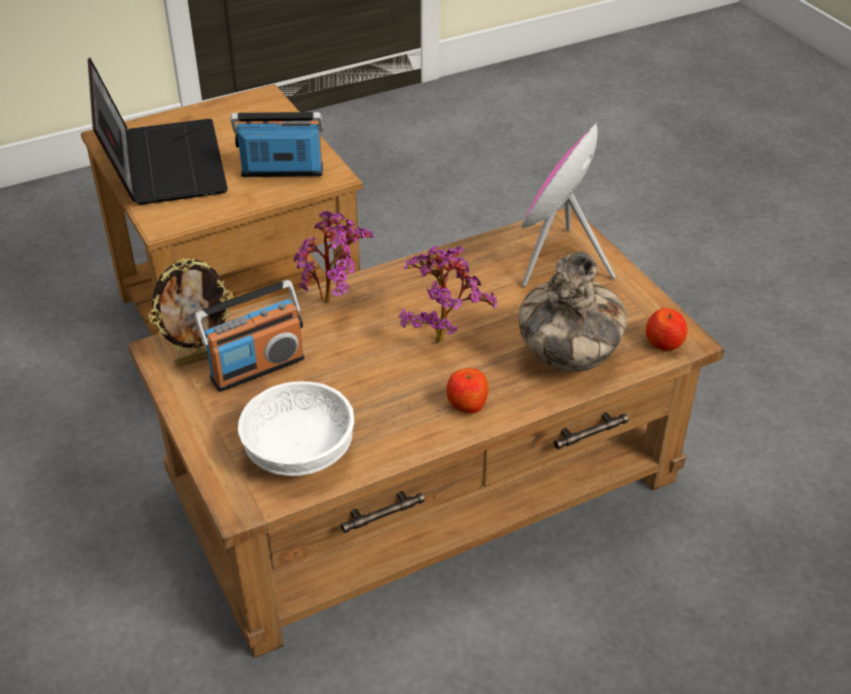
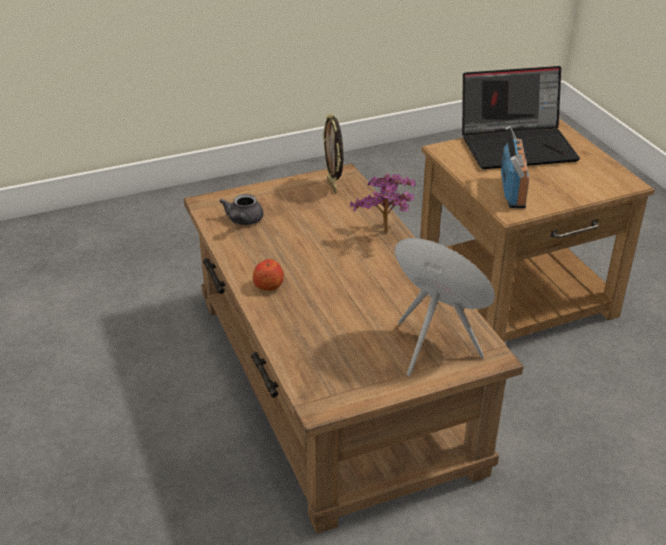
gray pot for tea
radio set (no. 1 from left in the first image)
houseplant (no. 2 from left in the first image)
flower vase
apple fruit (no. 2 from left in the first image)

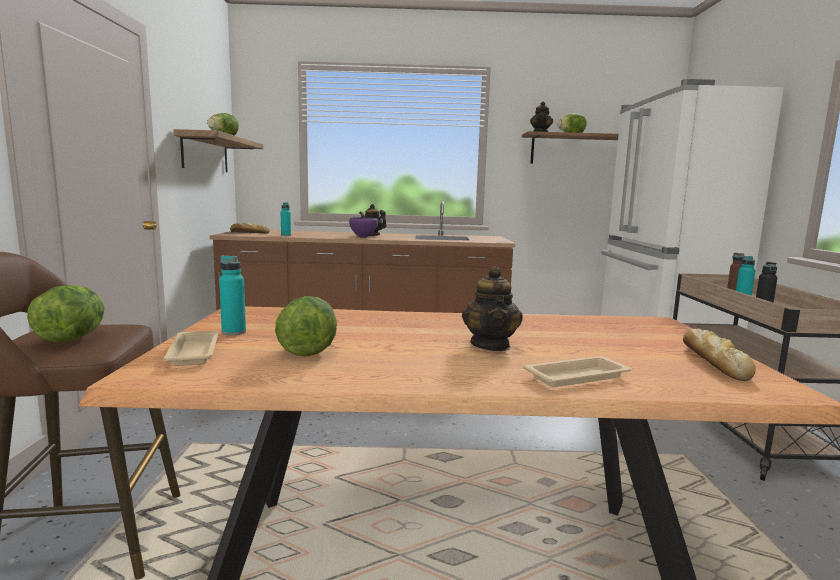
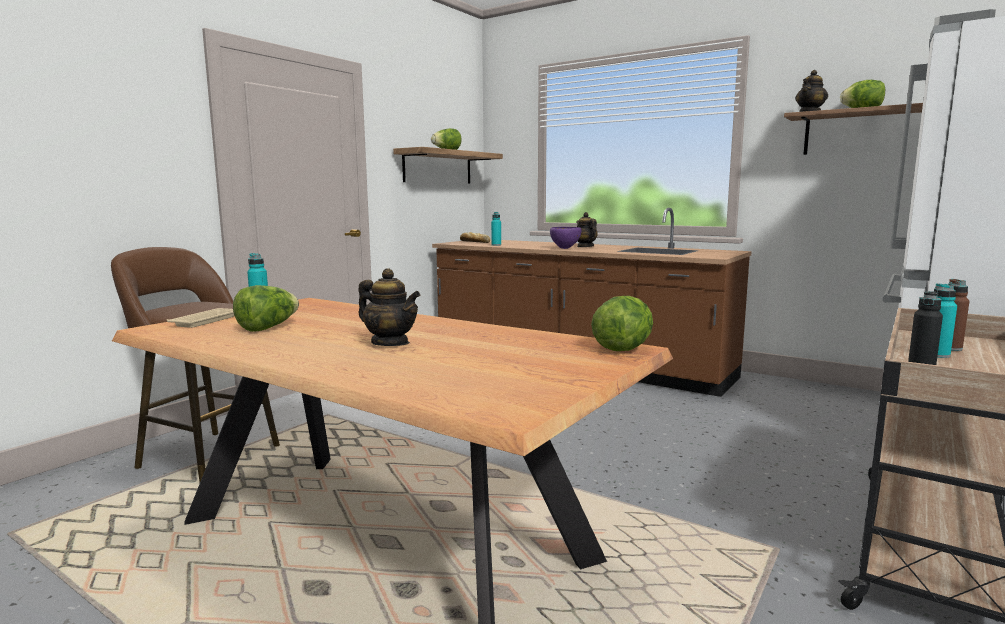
pot for tea (no. 1 from left)
lettuce (no. 3 from left)
beige-coloured serving tray (no. 2 from left in the first image)
bakery bread (no. 2 from left in the first image)

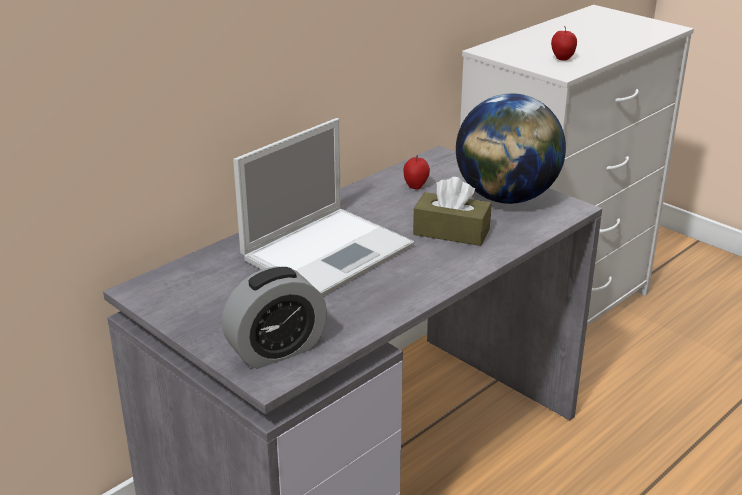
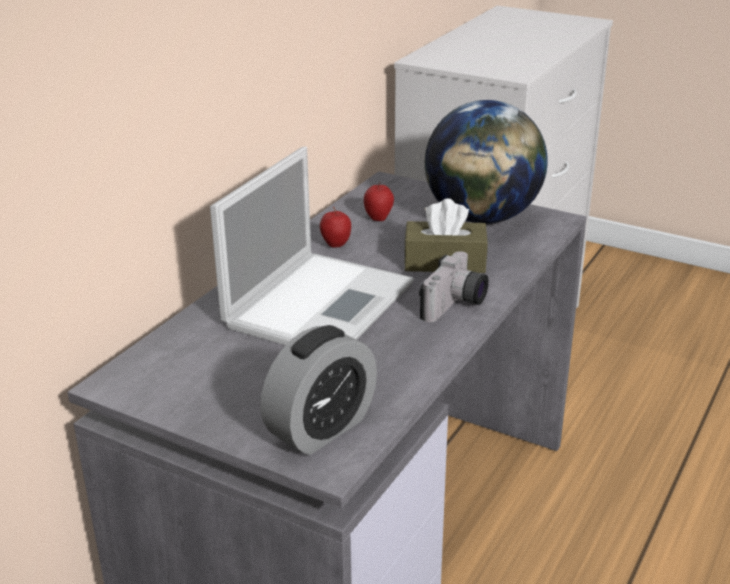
apple fruit (no. 1 from left)
still camera

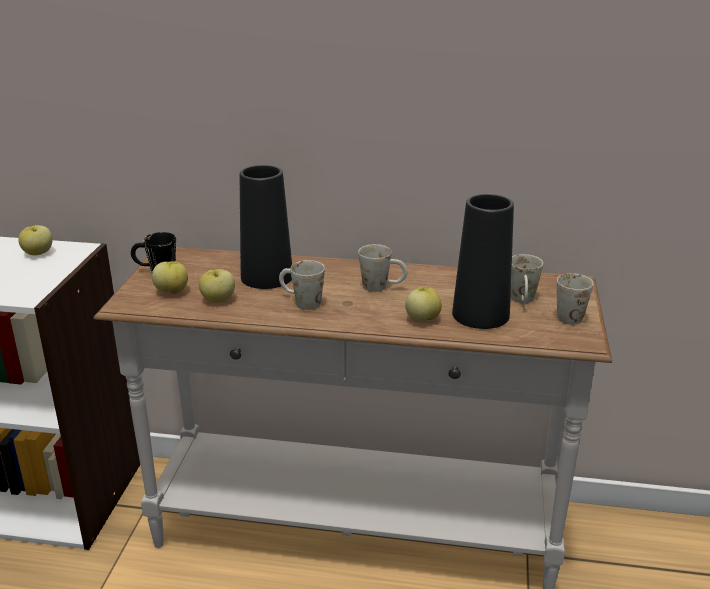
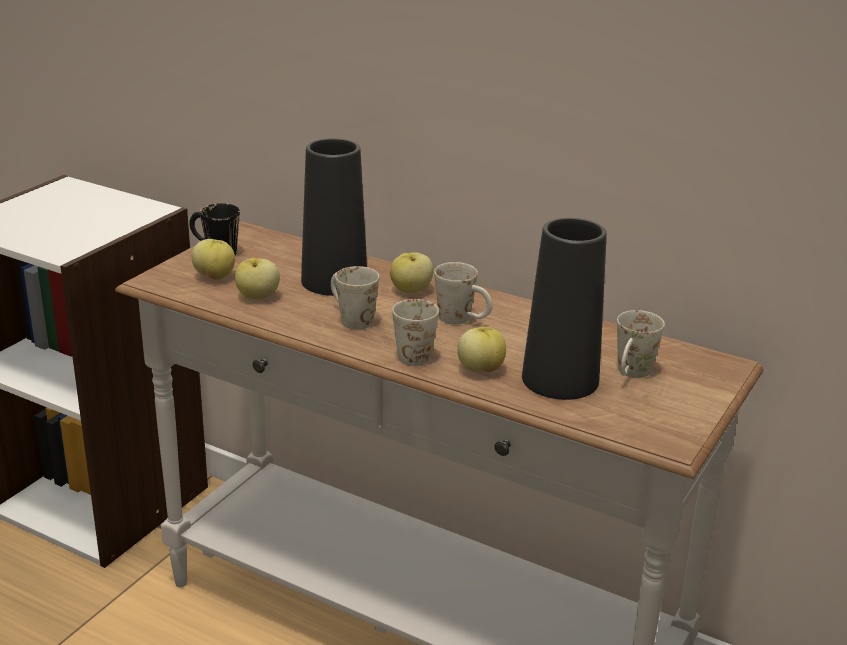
apple fruit (no. 3 from left)
white-coloured mug (no. 2 from left)

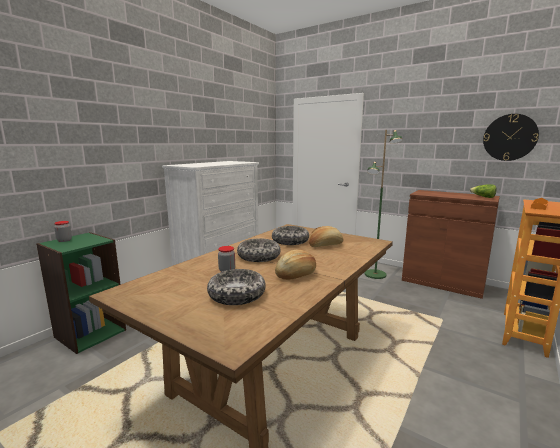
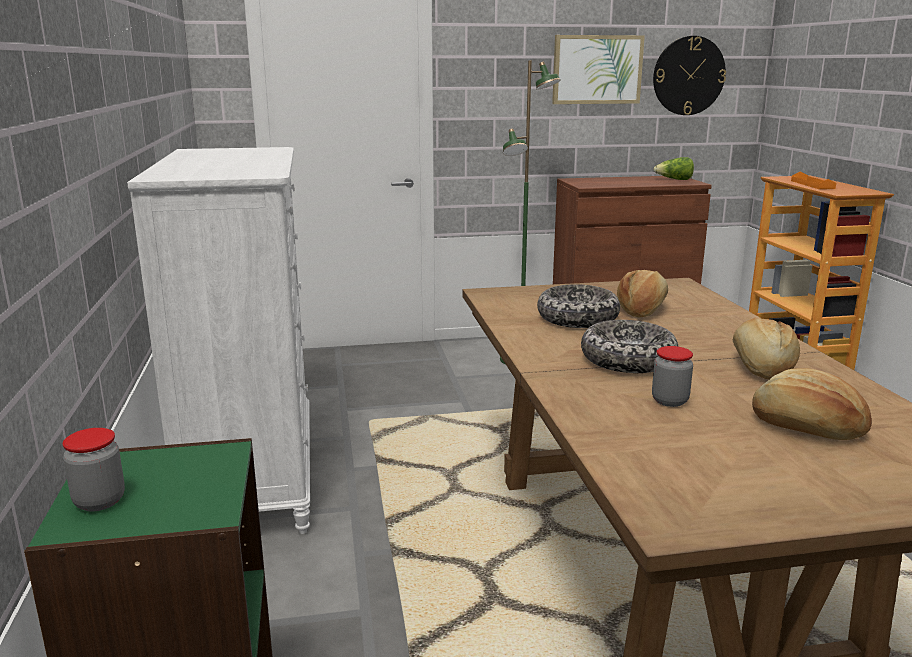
picture
bakery bread (no. 3 from left)

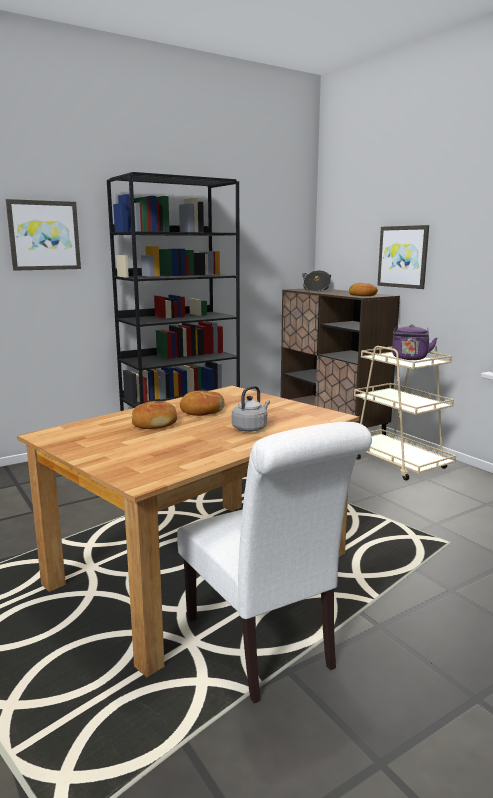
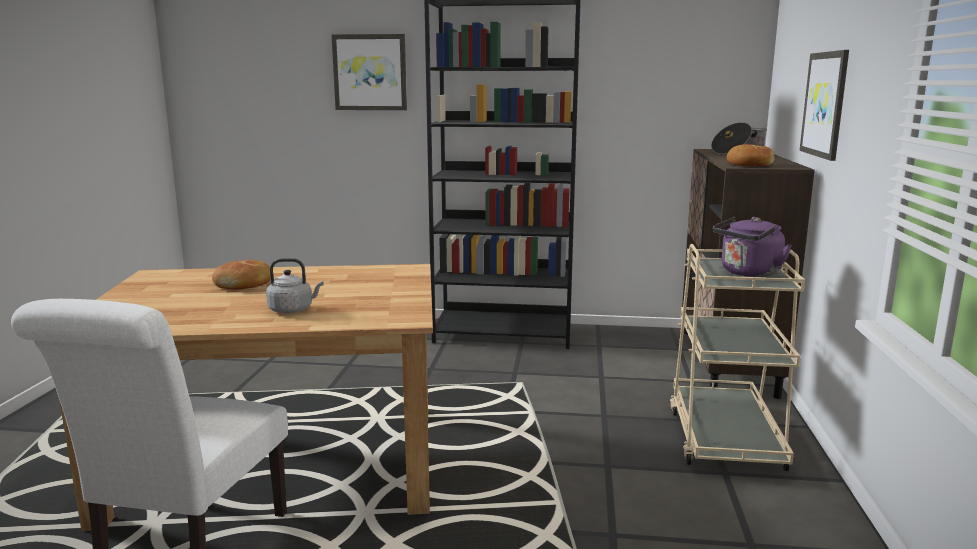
bakery bread (no. 2 from left in the first image)

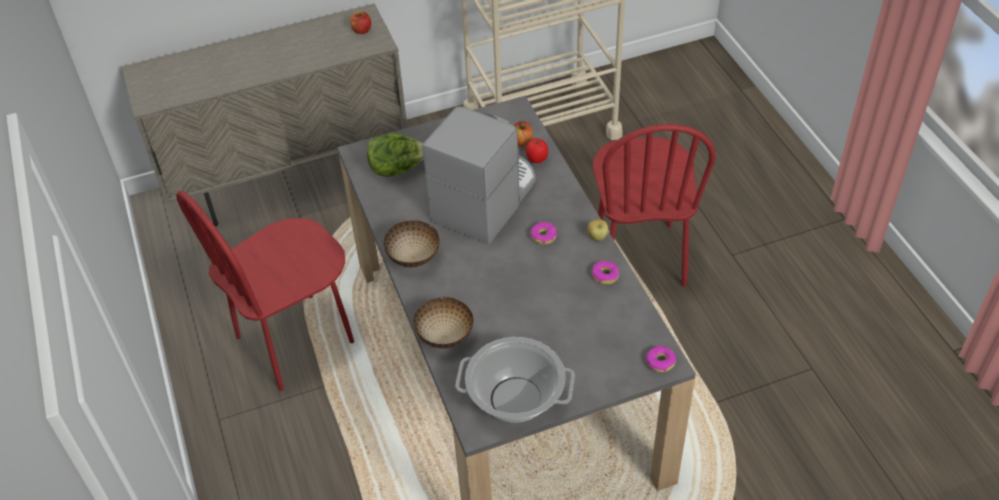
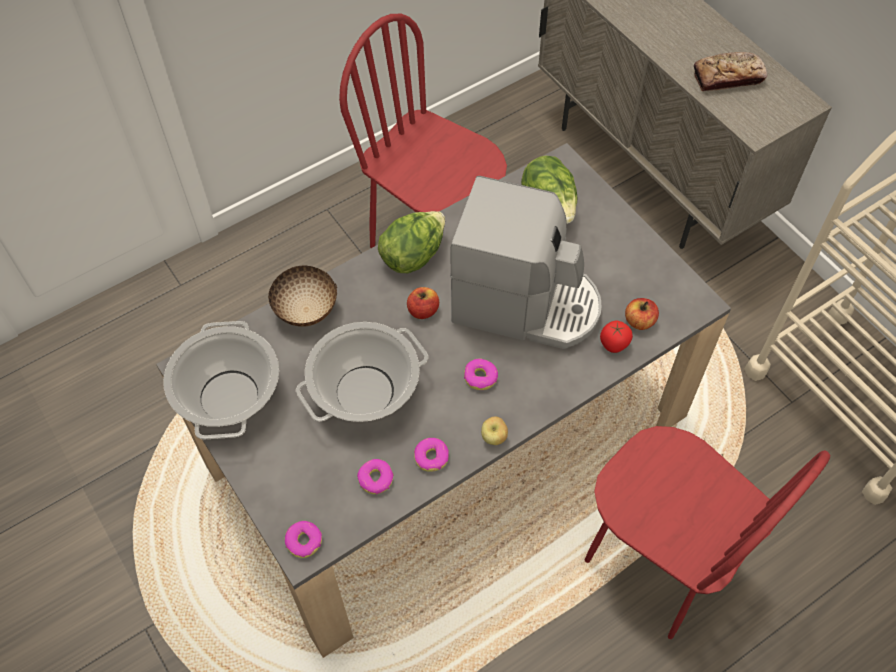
saucepot (no. 2 from left)
doughnut (no. 2 from left)
lettuce (no. 1 from left)
apple fruit (no. 1 from left)
red plain chair (no. 2 from left)
bakery bread

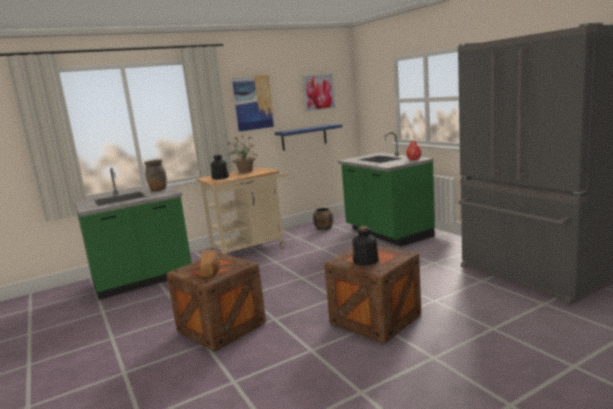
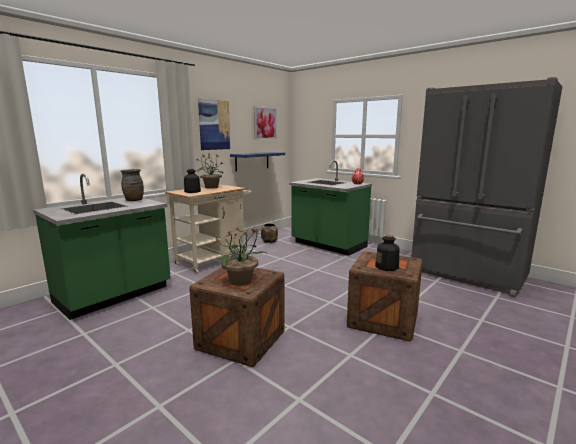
houseplant (no. 2 from left)

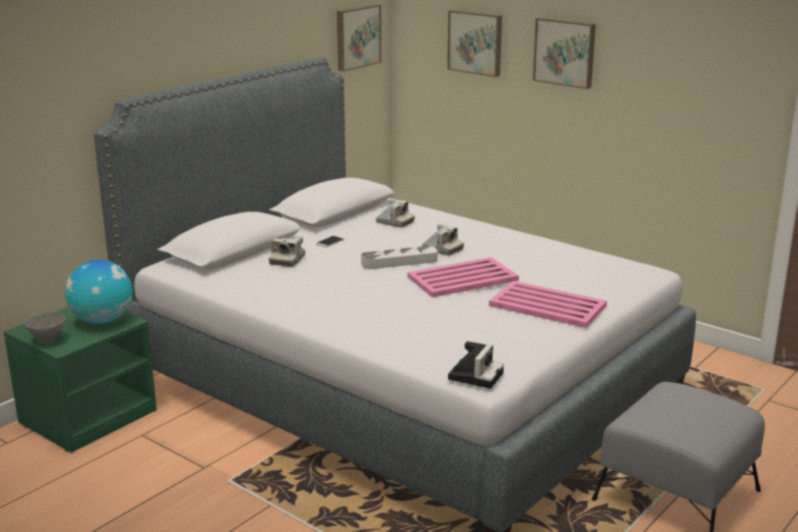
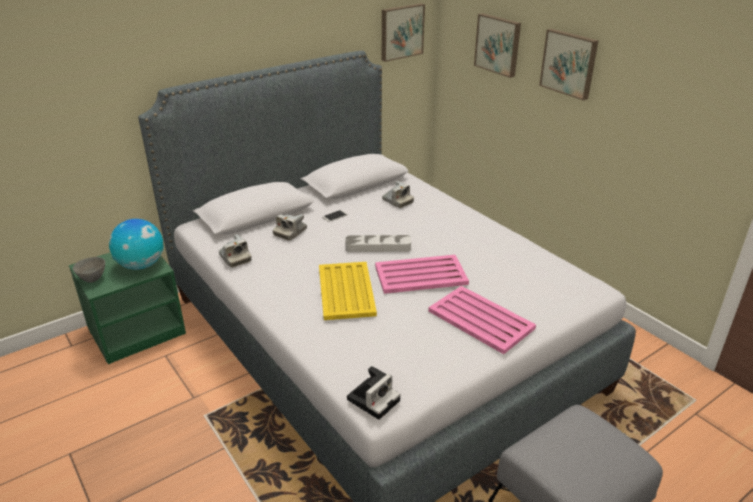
still camera (no. 1 from left)
yellow-coloured serving tray

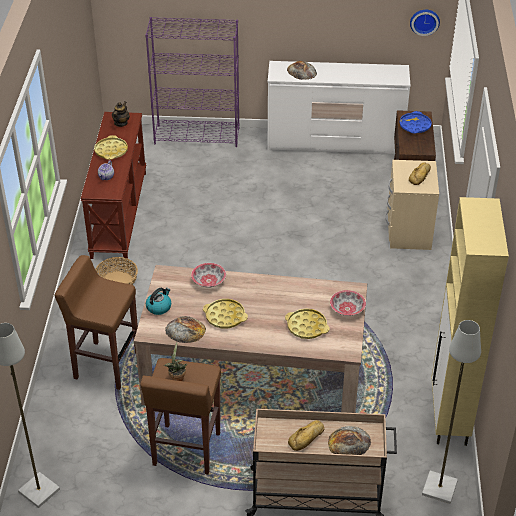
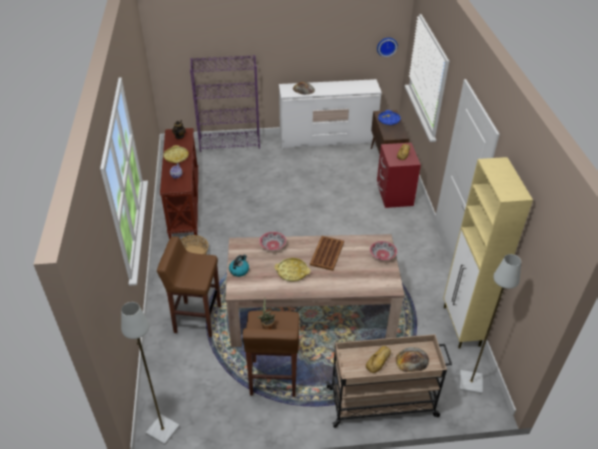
brown-coloured serving tray
red nightstand
bakery bread (no. 1 from left in the first image)
yellow-coloured serving tray (no. 3 from left in the first image)

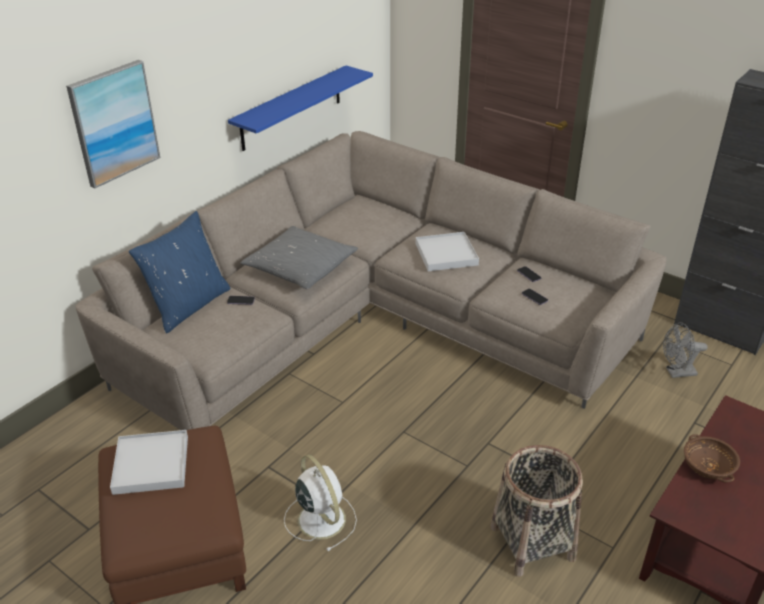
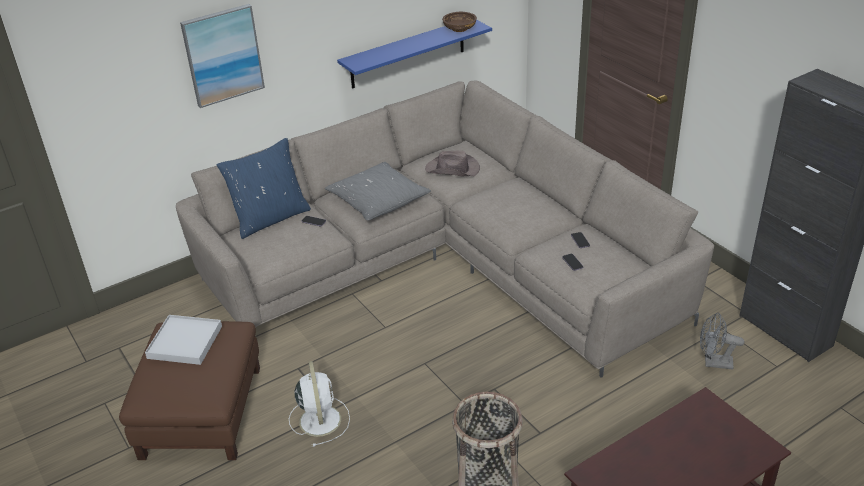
brown-coloured wearable hat
brown-coloured bowl
white-coloured serving tray (no. 2 from left in the first image)

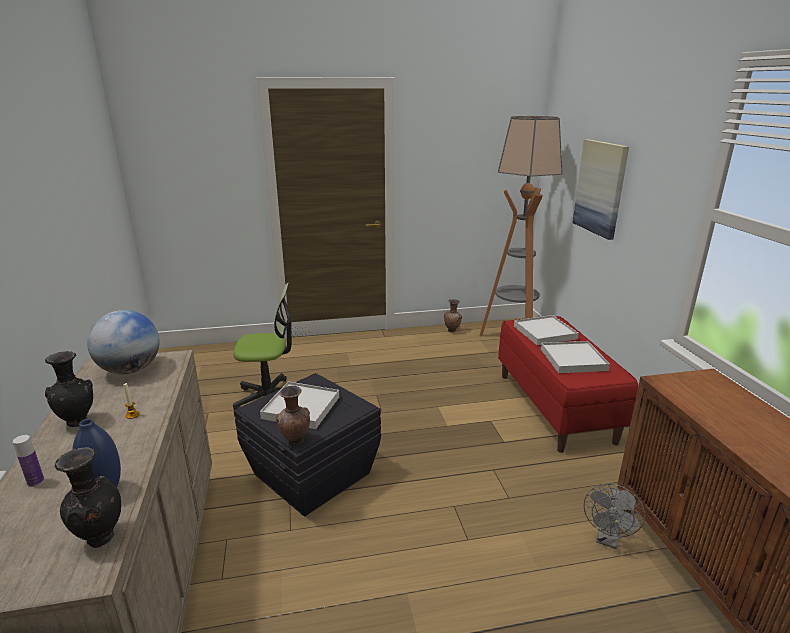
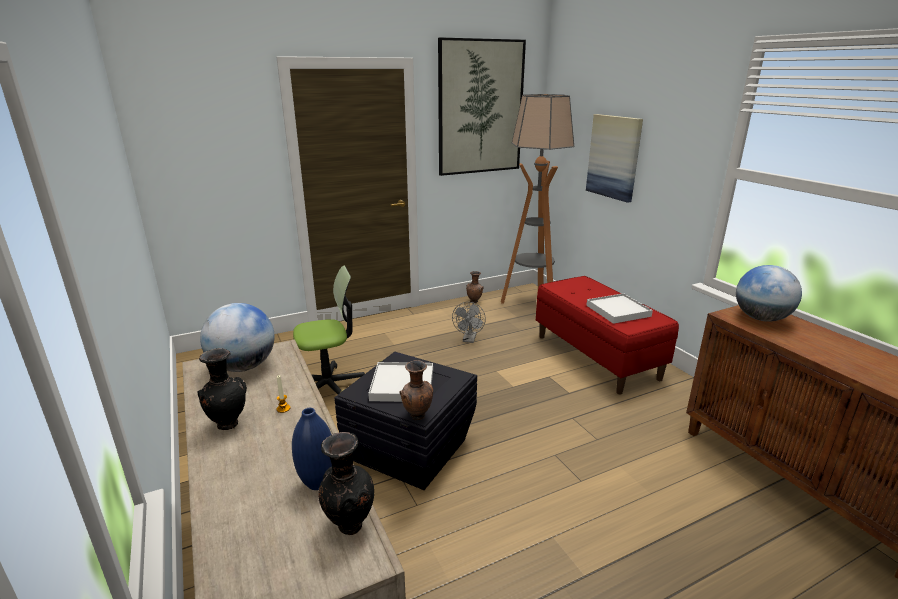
picture (no. 1 from left)
gray electric fan
globe (no. 2 from left)
bottle
white-coloured serving tray (no. 2 from left in the first image)

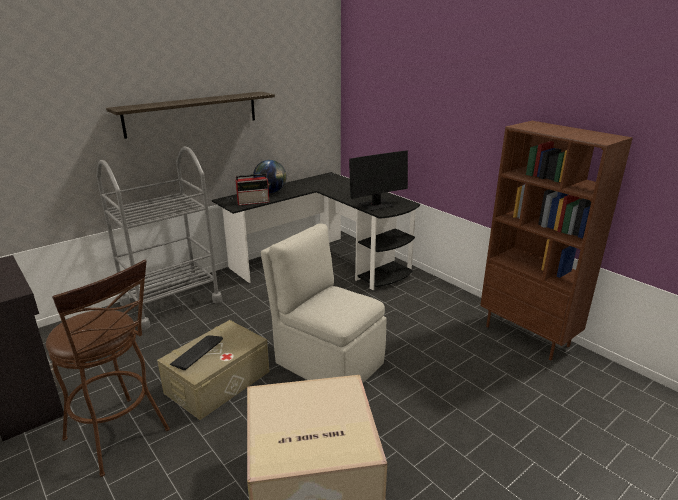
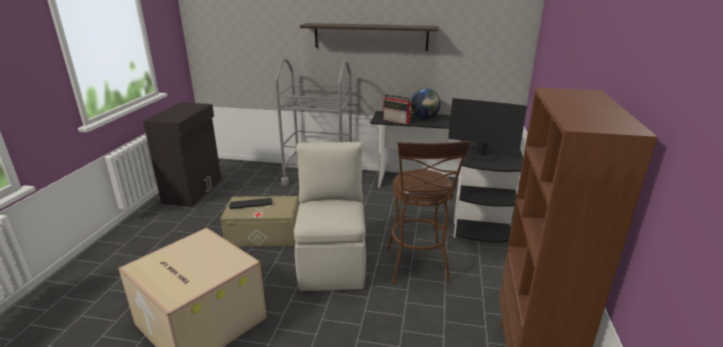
brown-coloured sitting stool

